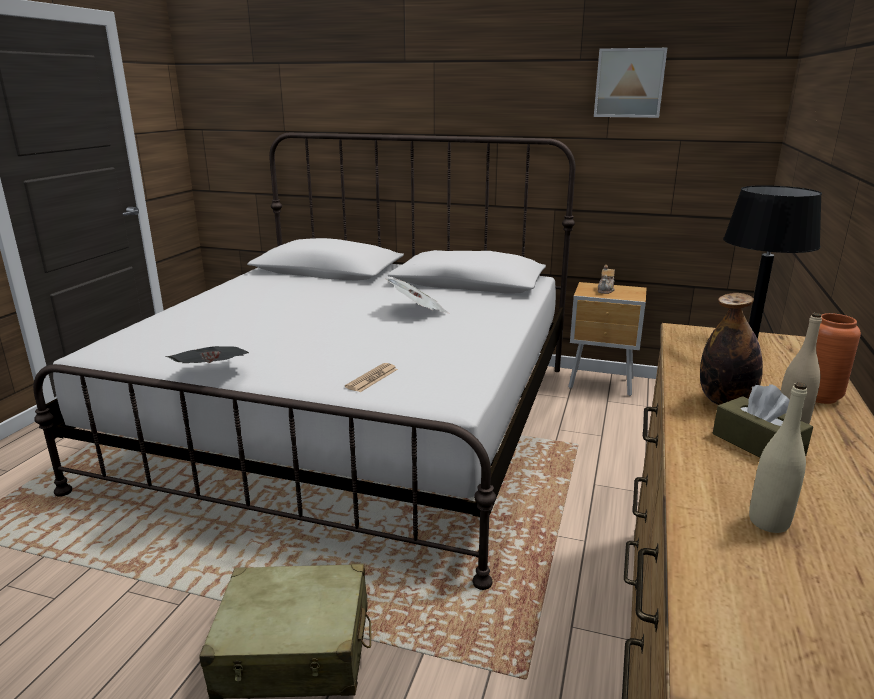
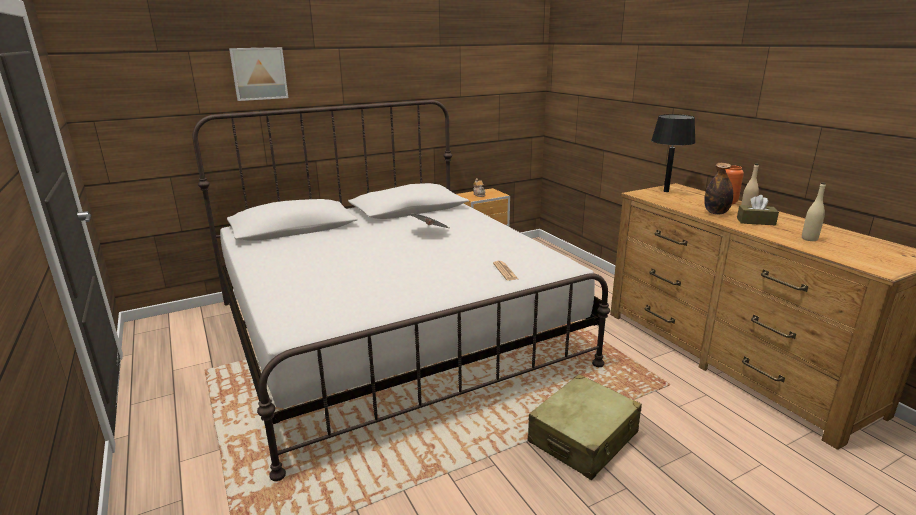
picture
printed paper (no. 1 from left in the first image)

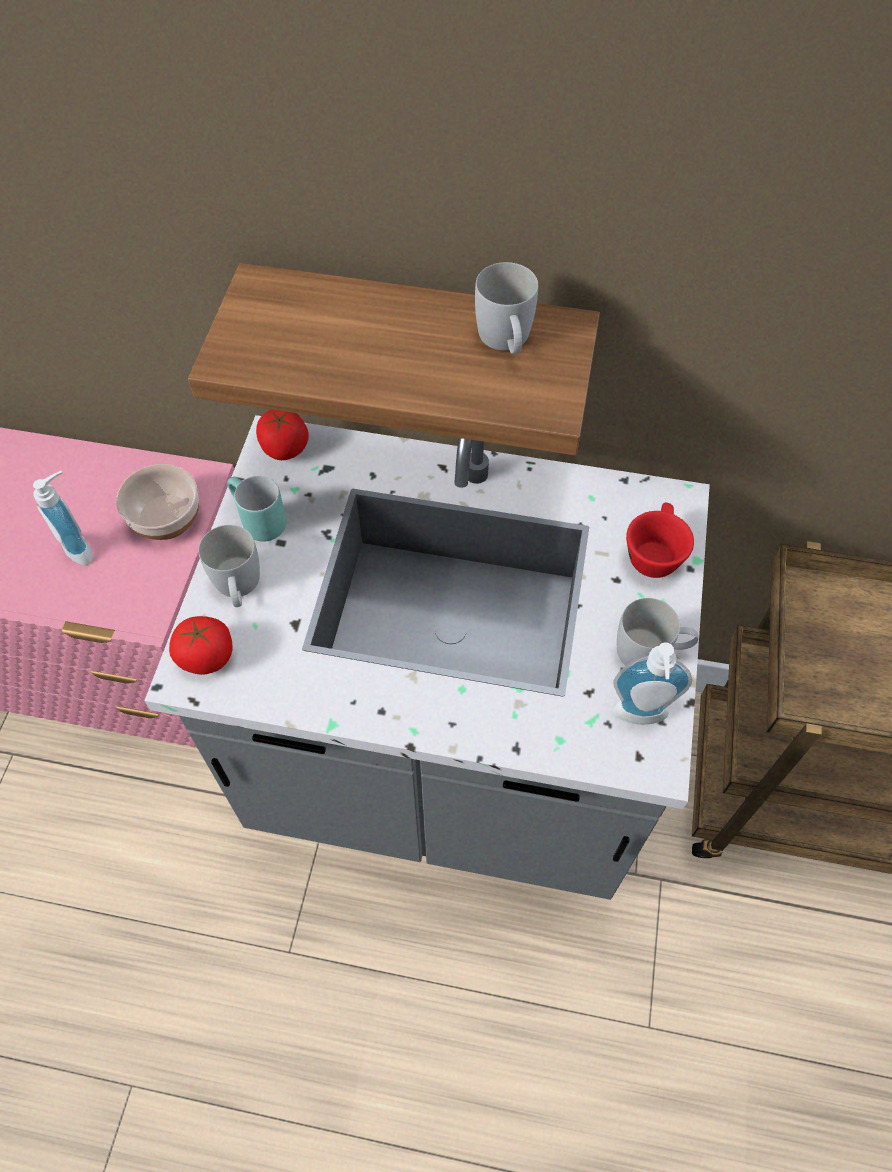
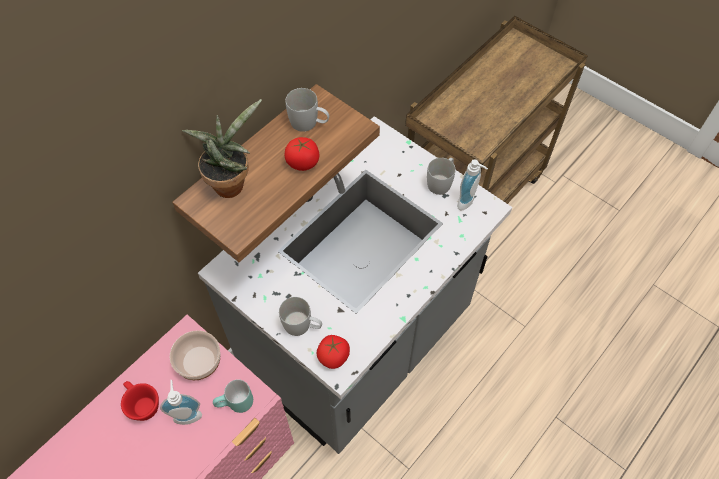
red drinking cup
houseplant
turquoise-coloured mug
tomato (no. 1 from left)

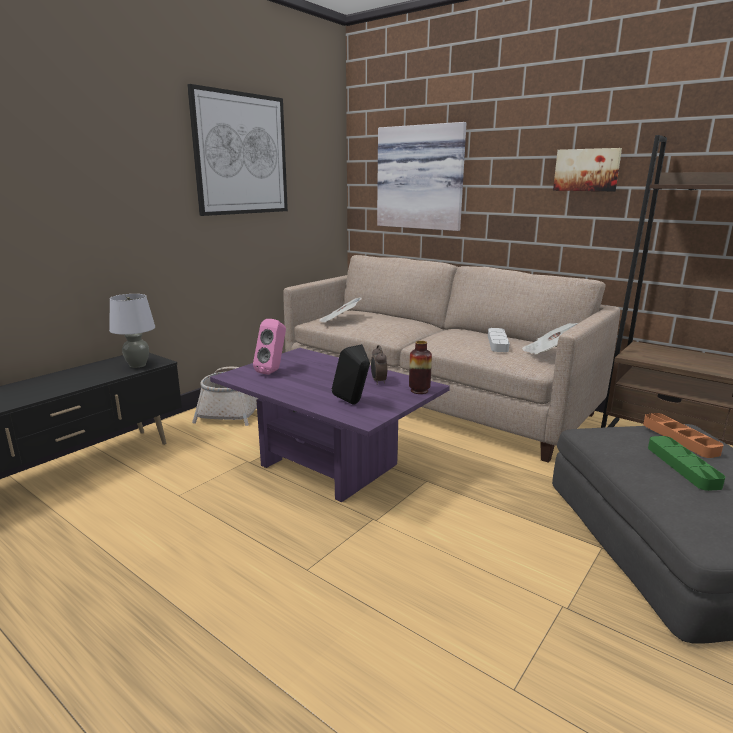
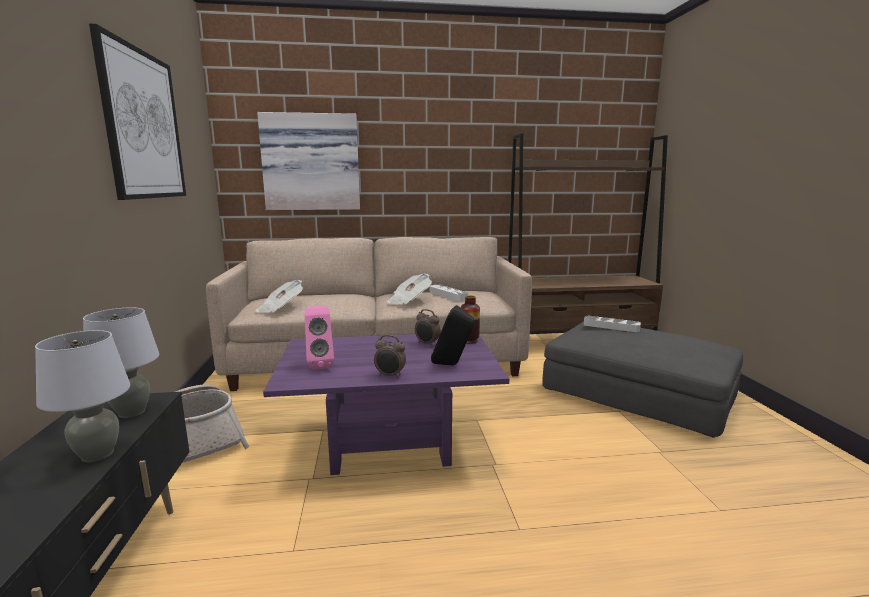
gray lamp for a table (no. 1 from left)
alarm clock (no. 1 from left)
printed paper (no. 2 from left)
gray serving tray (no. 2 from left)
picture (no. 3 from left in the first image)
greenish serving tray

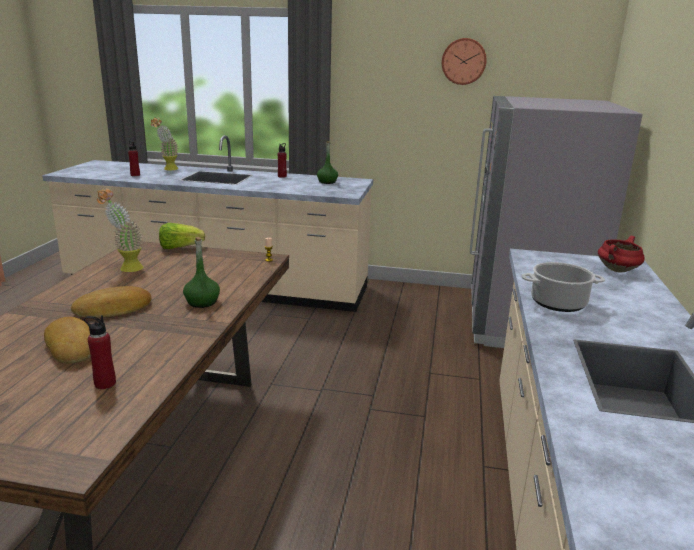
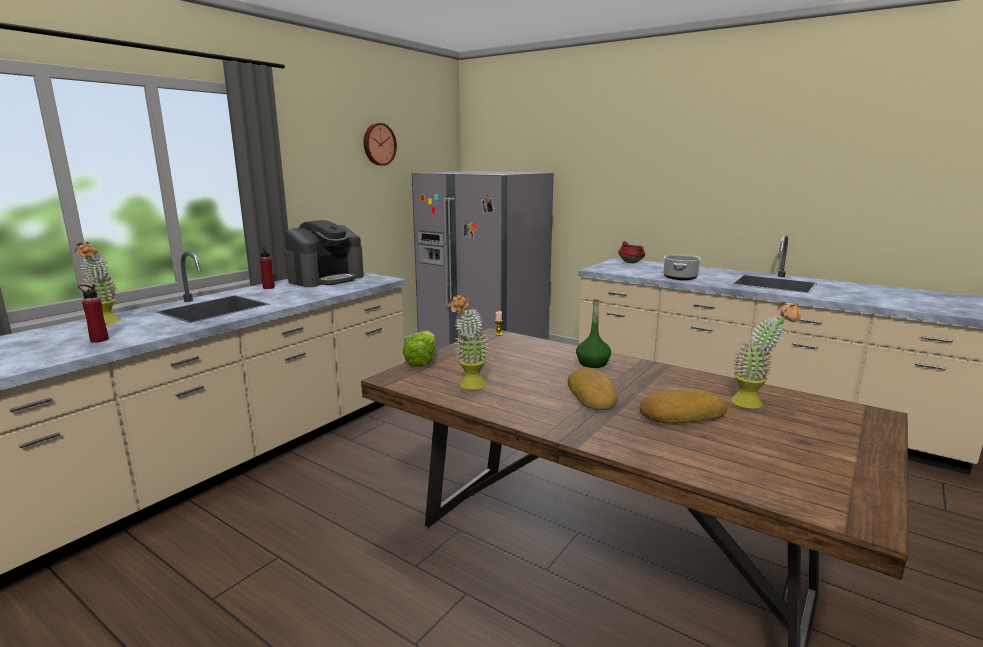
coffee machine
houseplant (no. 3 from left)

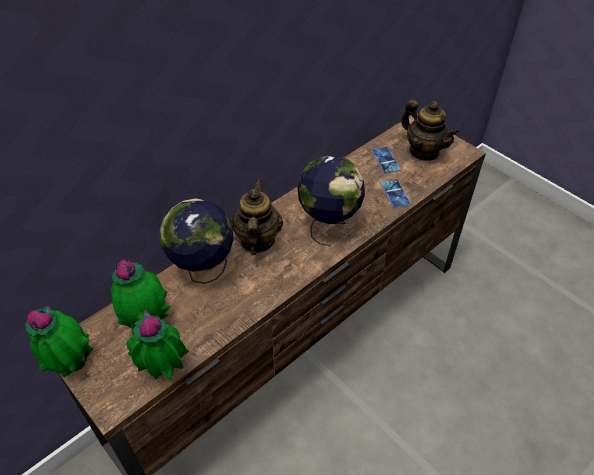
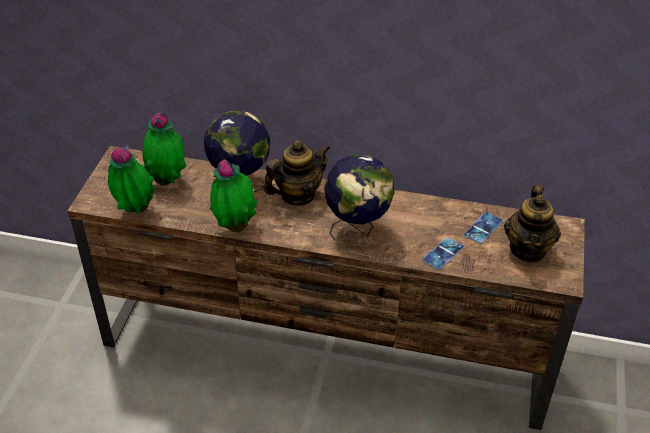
houseplant (no. 3 from left)

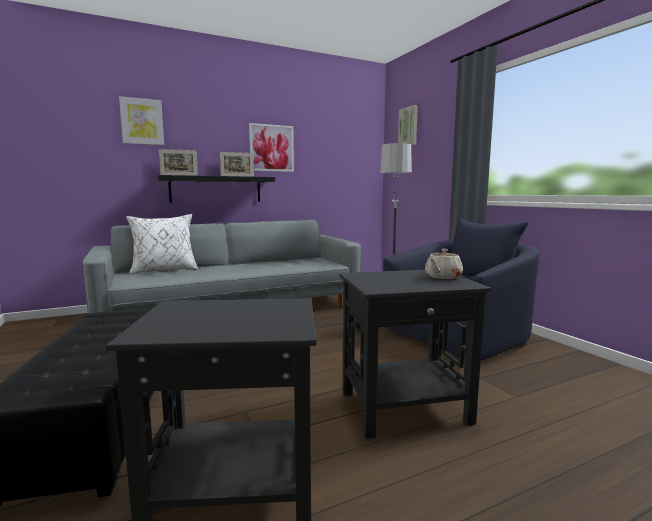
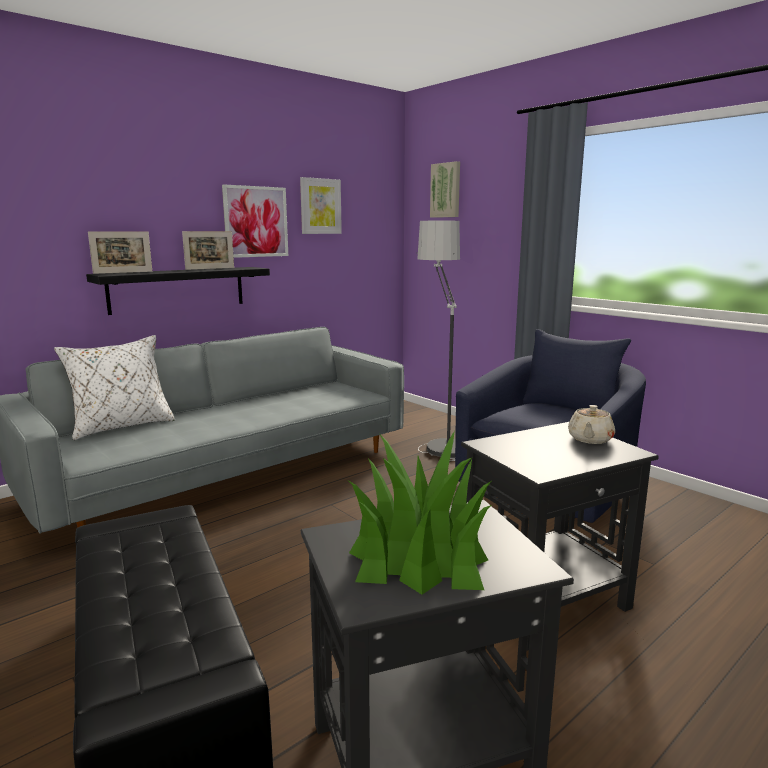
picture (no. 2 from left)
houseplant

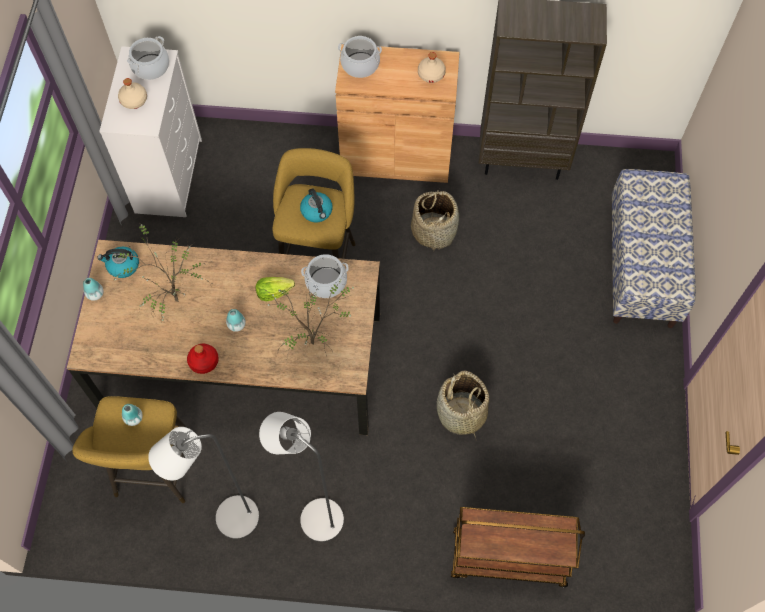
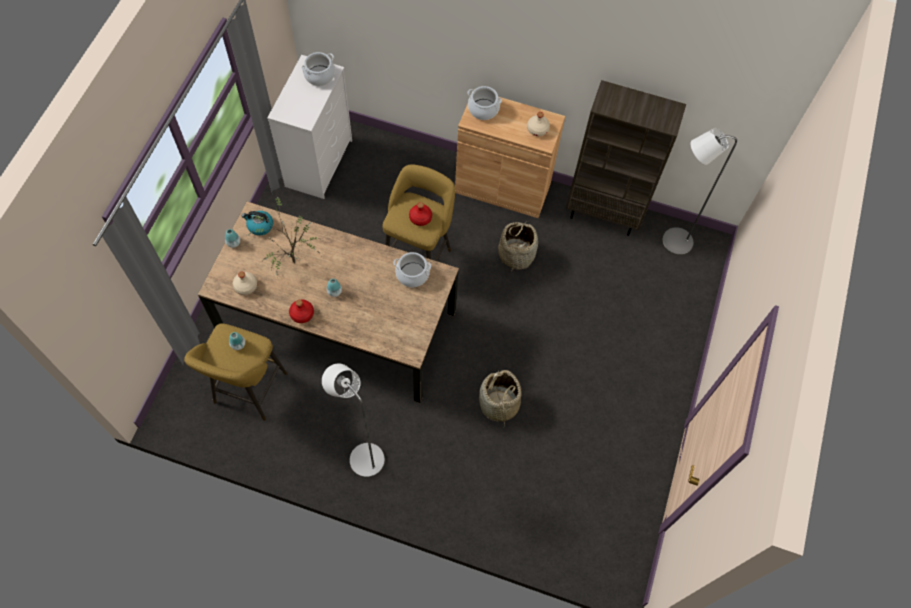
beige-coloured bottle (no. 1 from left)
red bottle (no. 2 from left)
gray standing lamp (no. 2 from left)
lettuce
houseplant (no. 2 from left in the first image)
brown-coloured trolley
bench

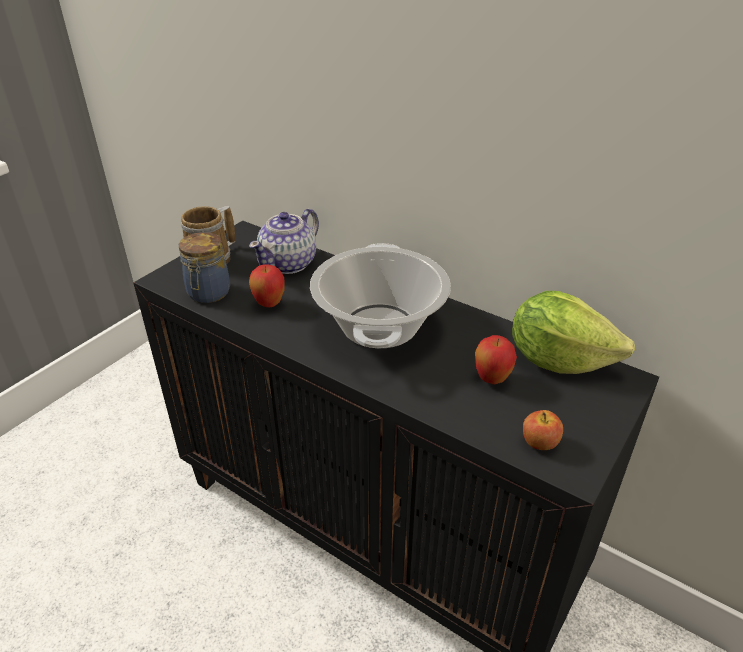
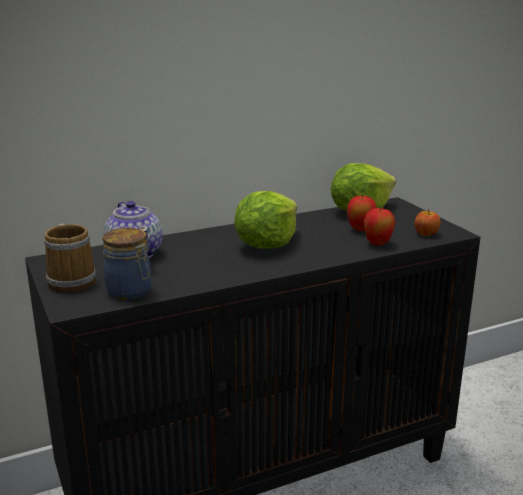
lettuce (no. 1 from left)
apple fruit (no. 2 from left)

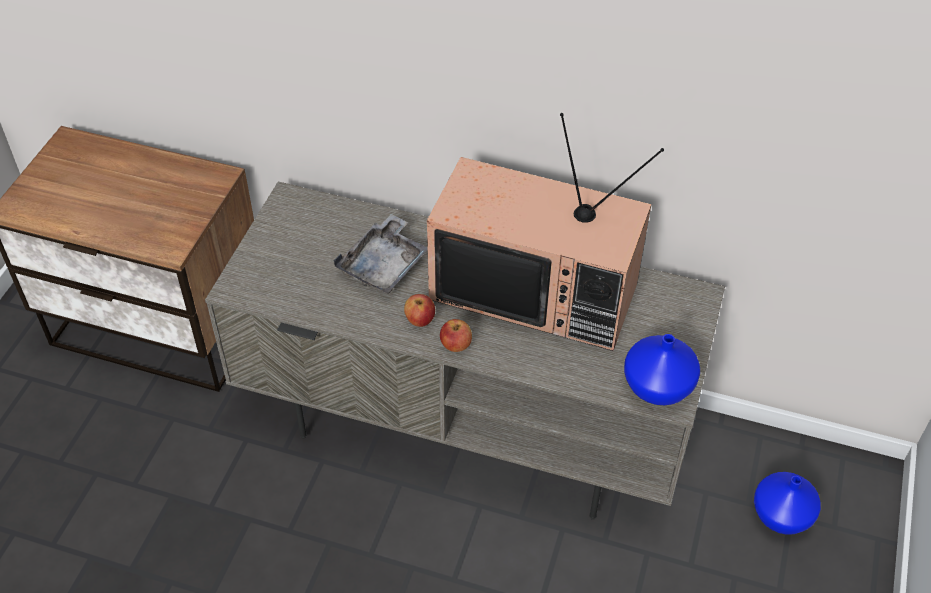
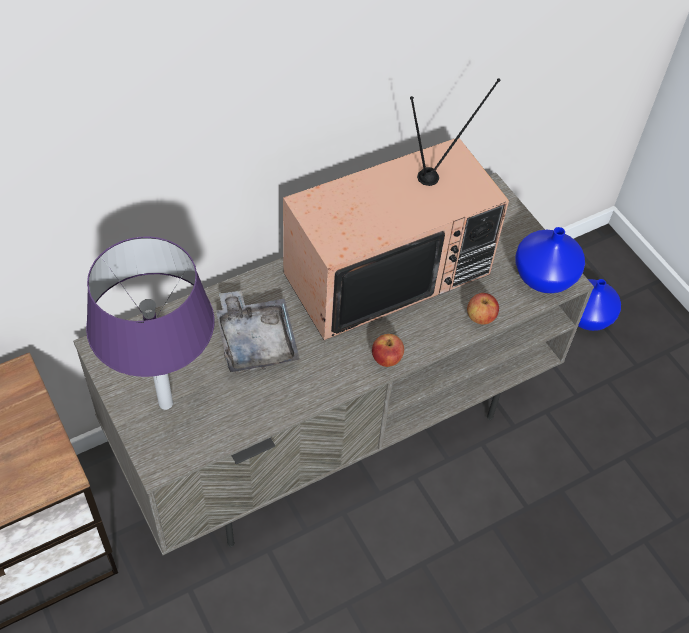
purple-coloured lamp for a table
apple fruit (no. 2 from left)

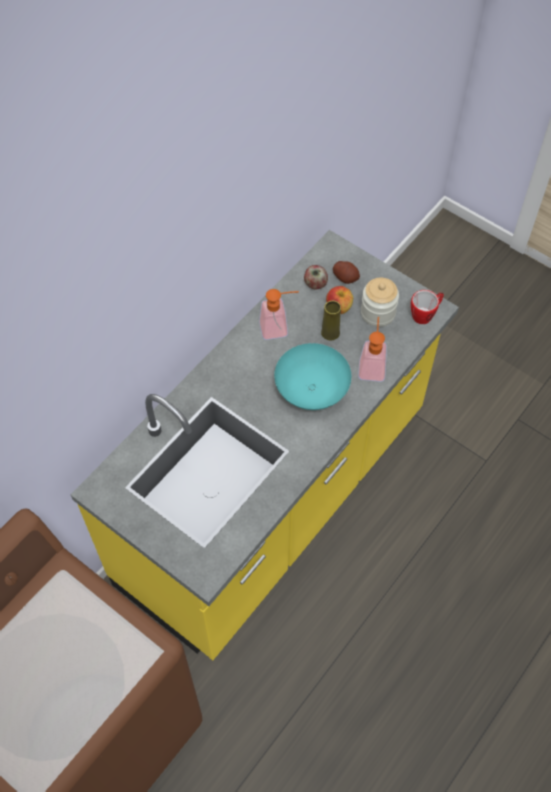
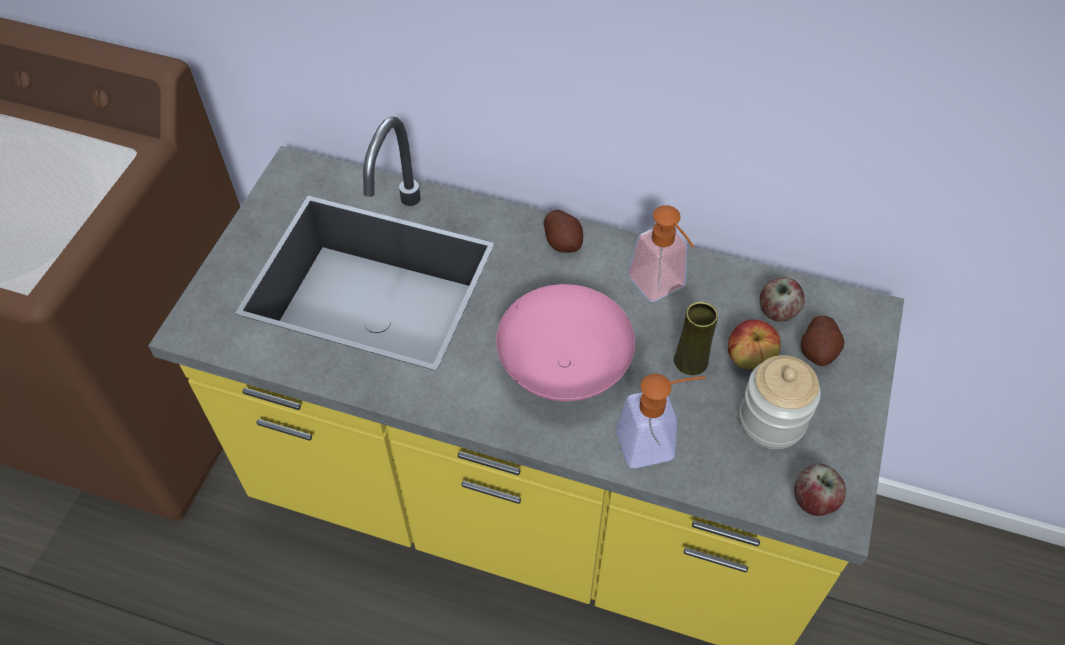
pink bowl
whole potato (no. 1 from left)
apple fruit (no. 3 from left)

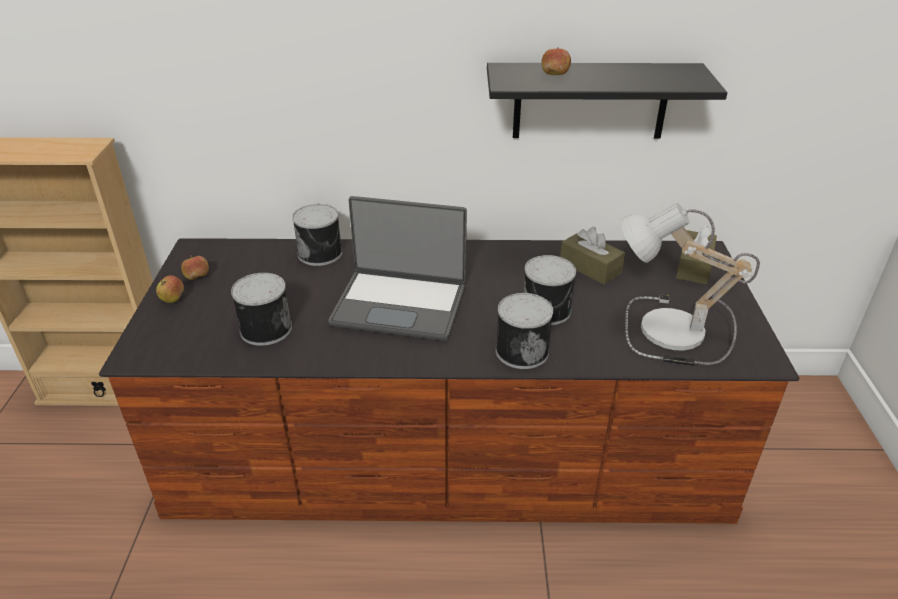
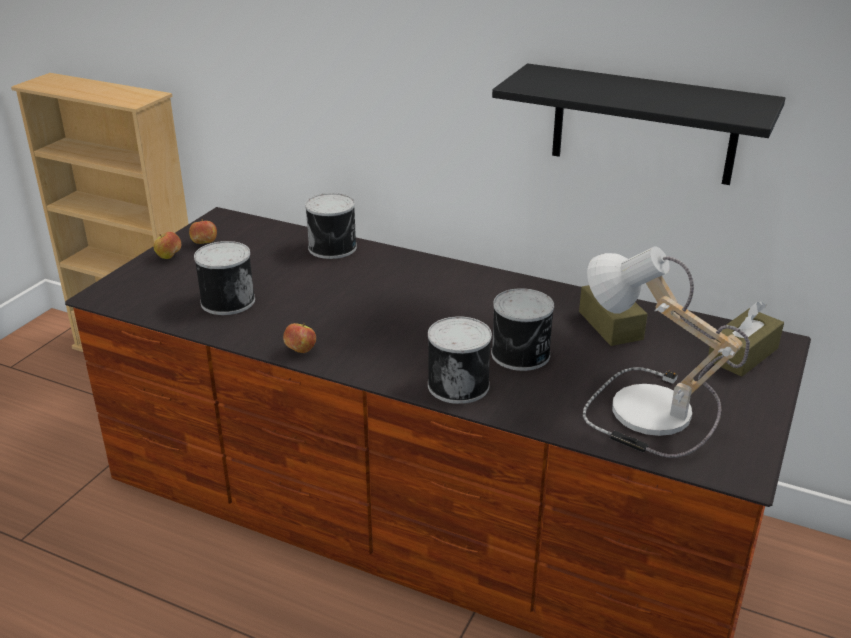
apple fruit (no. 3 from left)
notebook computer

